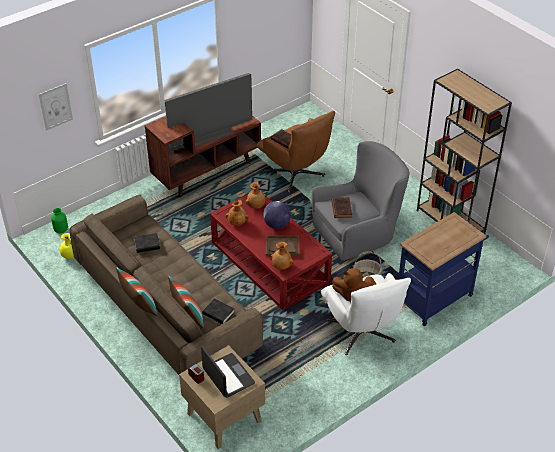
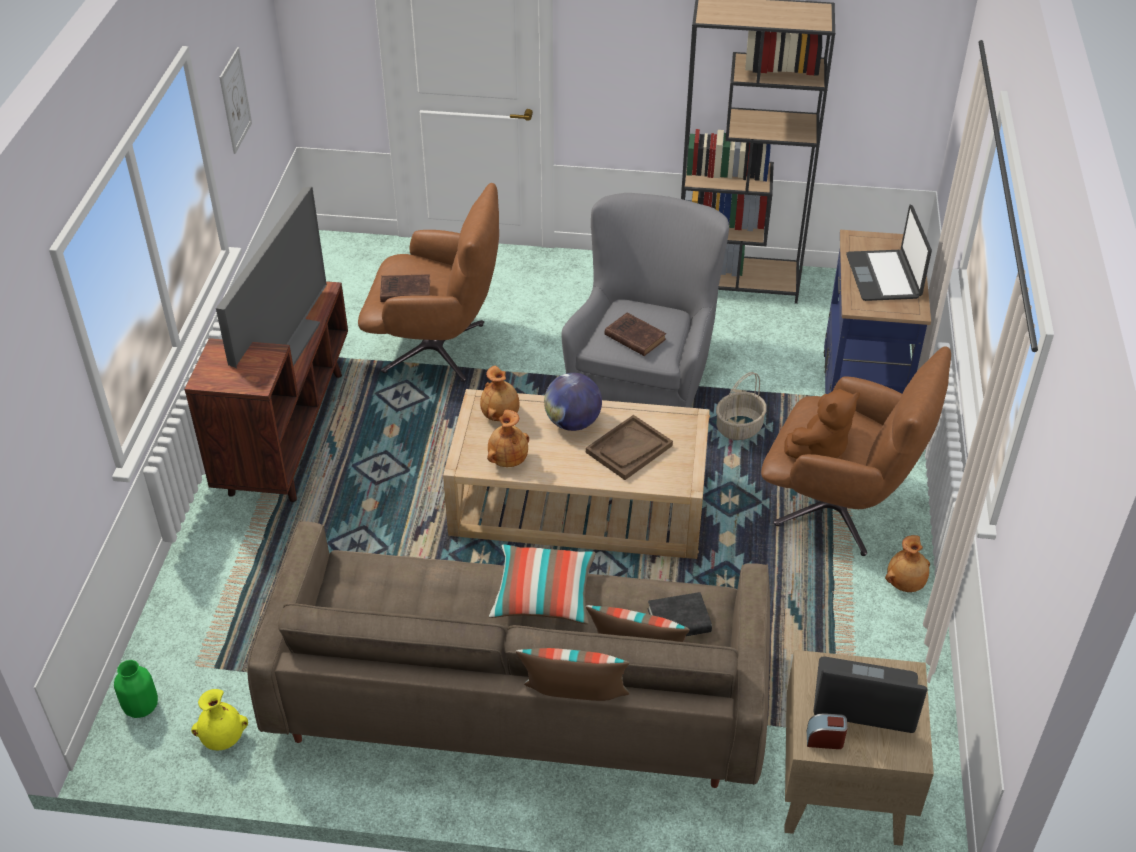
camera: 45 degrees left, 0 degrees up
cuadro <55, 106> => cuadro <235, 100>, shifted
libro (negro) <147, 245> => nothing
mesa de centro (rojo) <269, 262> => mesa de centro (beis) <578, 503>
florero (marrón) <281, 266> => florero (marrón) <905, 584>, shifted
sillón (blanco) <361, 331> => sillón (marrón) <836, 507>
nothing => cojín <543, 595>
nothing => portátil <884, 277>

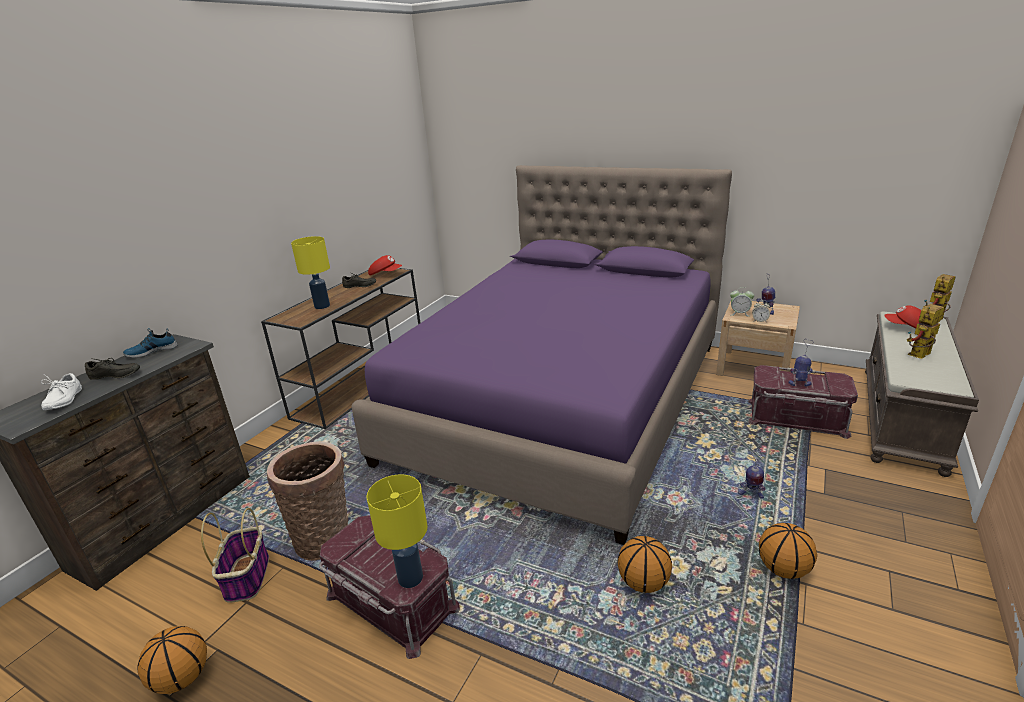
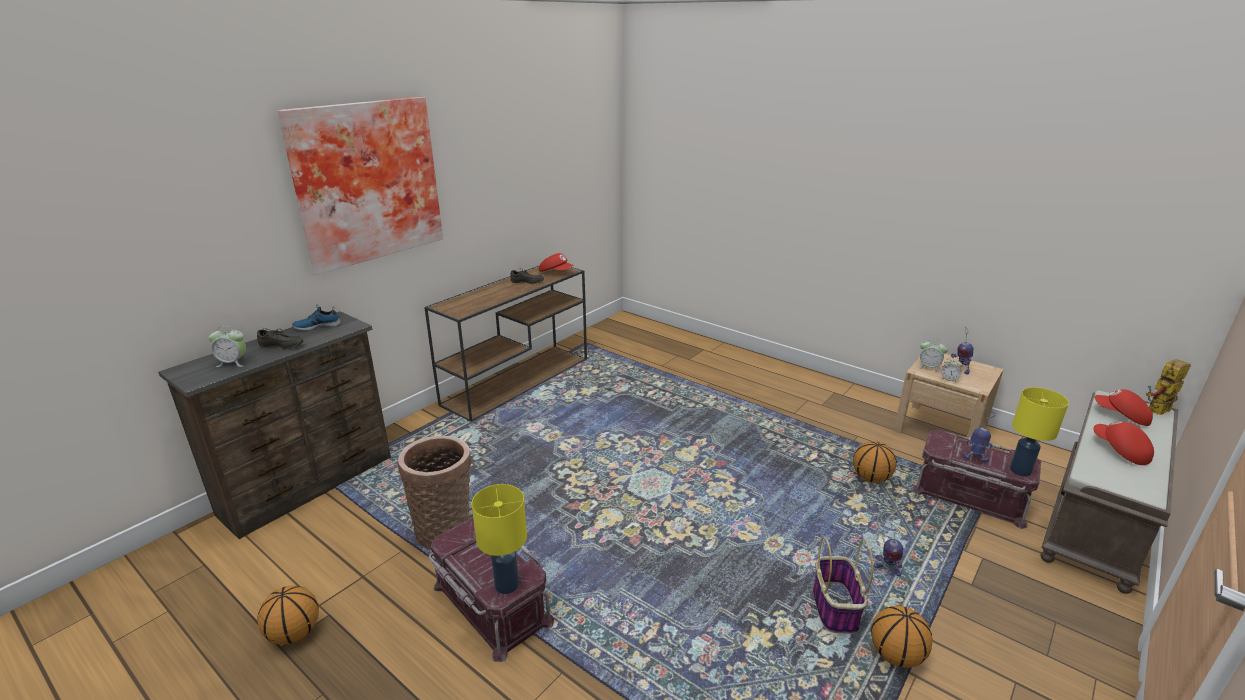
camera: 10 degrees right, 0 degrees up
zapato (blanco) <62, 400> => despertador <233, 363>
cesta <247, 576> => cesta <834, 607>, shifted
lámpara de mesa (amarillo) <322, 306> => lámpara de mesa (amarillo) <1019, 470>, shifted
cama (morado) <563, 400> => nothing
balón de baloncesto <644, 582> => balón de baloncesto <871, 478>, shifted
robot de juguete <919, 356> => gorra (rojo) <1119, 451>
nothing => cuadro <366, 181>

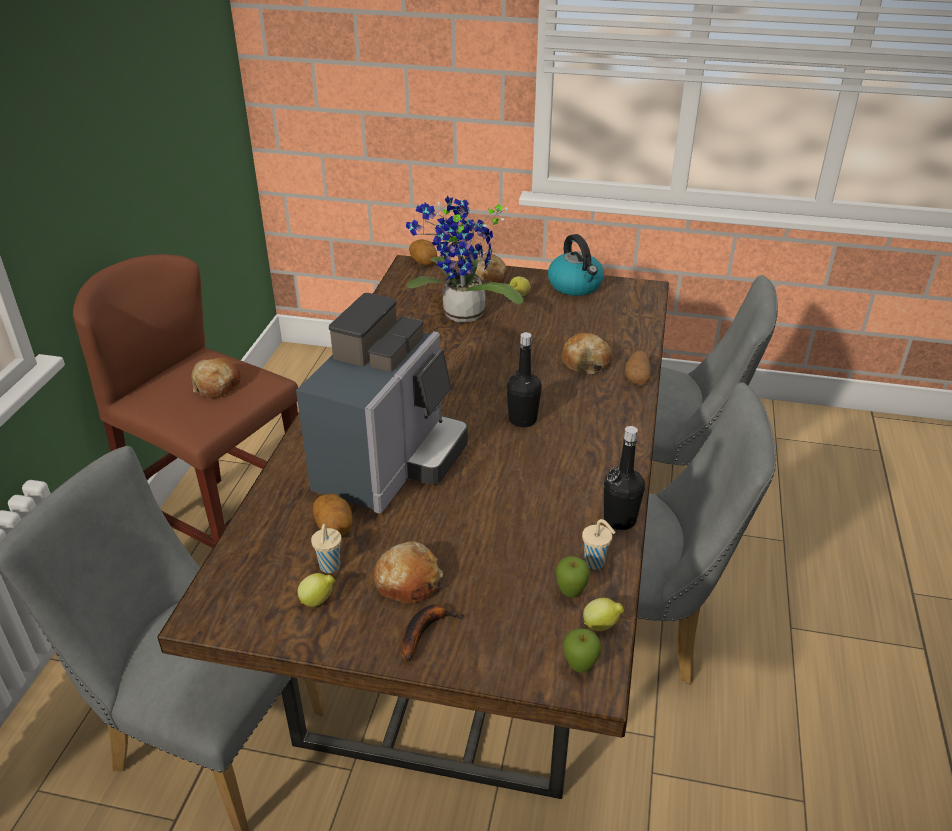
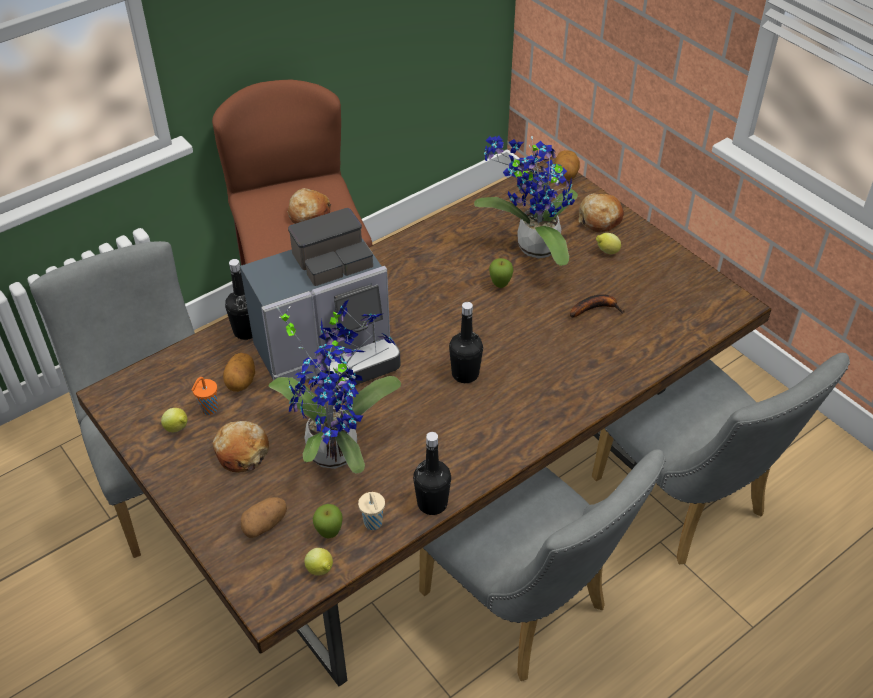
camera: 40 degrees right, 10 degrees up
taza (beis) <329, 567> => taza (naranja) <208, 409>
plátano <425, 631> => plátano <595, 308>, shifted
hervidor <575, 286> => nothing
pan <585, 362> => nothing
manzana <580, 668> => manzana <500, 285>, shifted
patata <637, 378> => patata <265, 524>, shifted
nothing => botella (negro) <246, 331>
nothing => planta en maceta <337, 447>

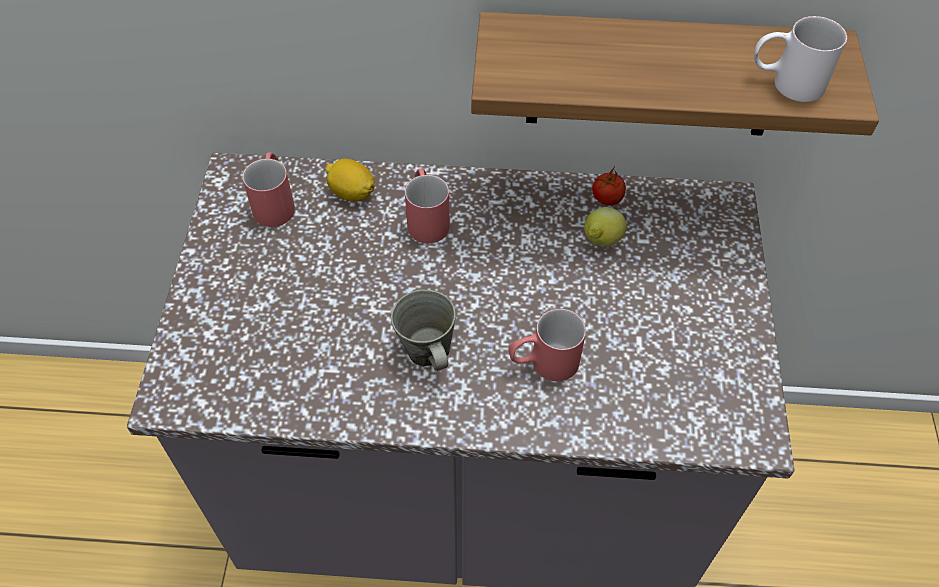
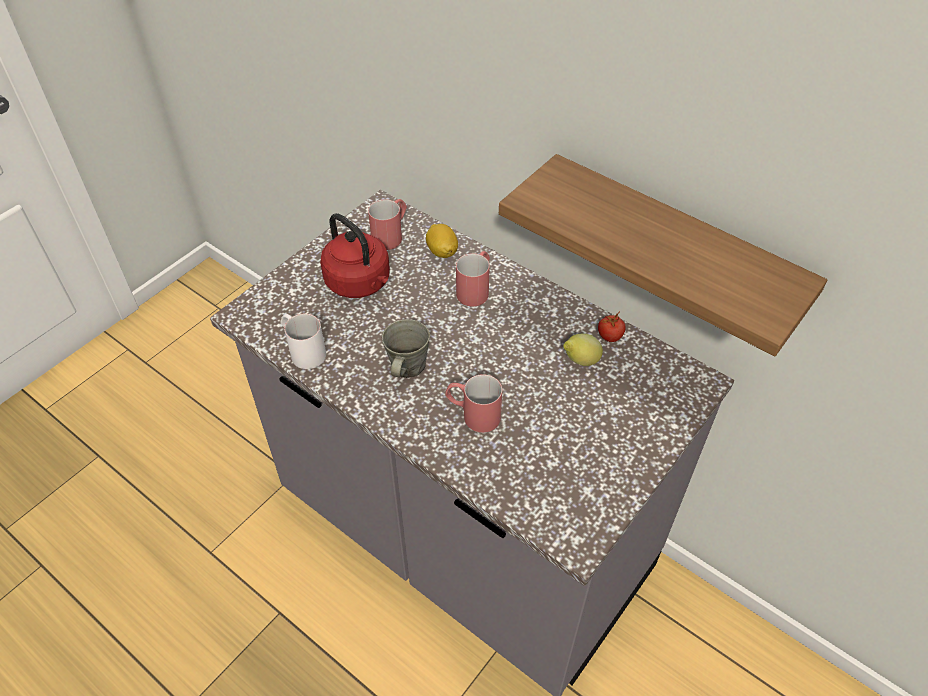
camera: 35 degrees right, 5 degrees down
taza grande (blanco) <785, 83> => taza grande (blanco) <303, 350>, shifted
nothing => hervidor (rojo) <360, 283>

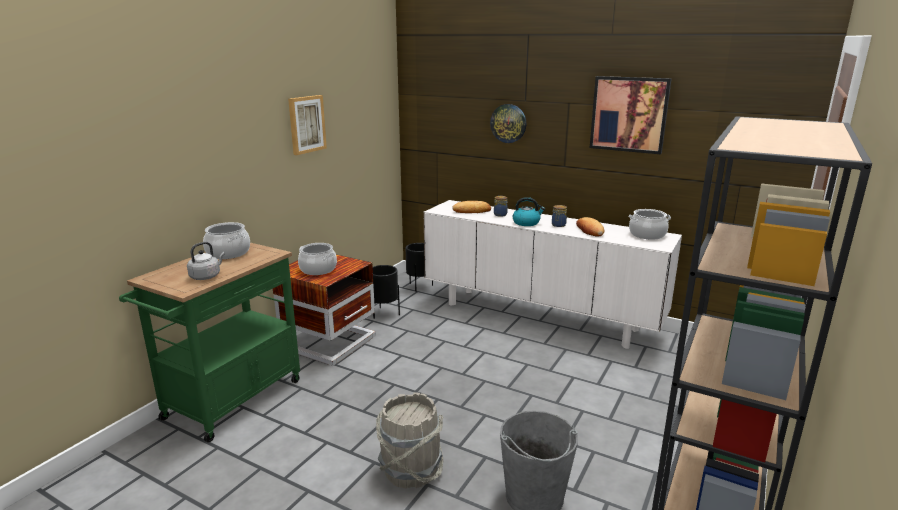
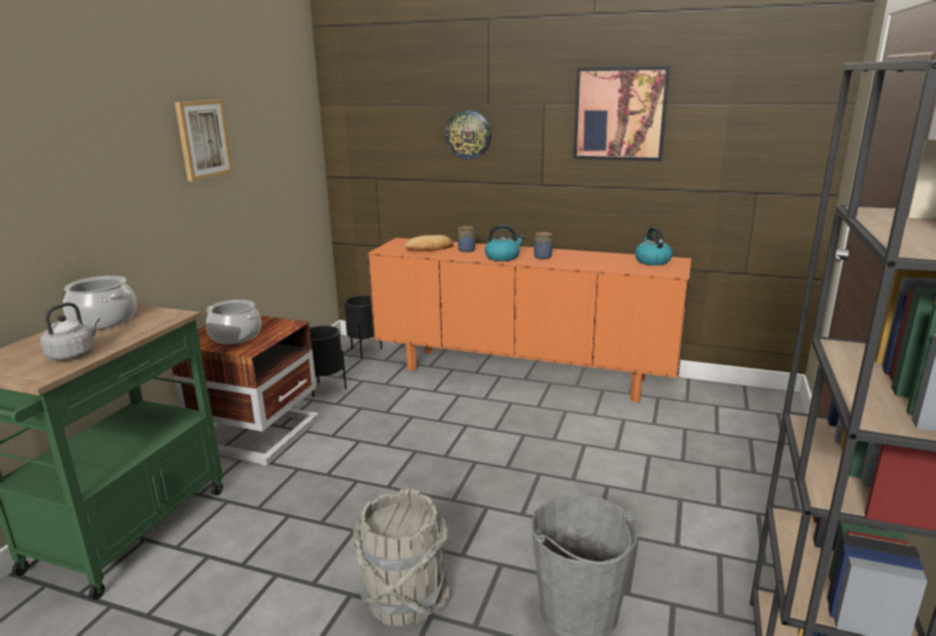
camera: 10 degrees left, 0 degrees up
armario (blanco) <539, 316> => armario (naranja) <523, 374>
pan <589, 230> => nothing
olla <647, 235> => hervidor <652, 261>

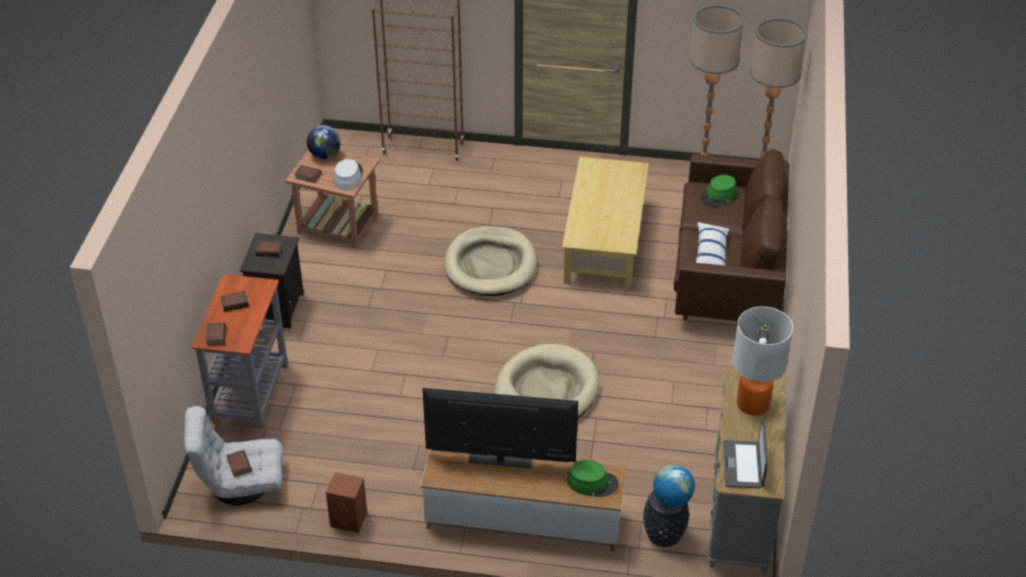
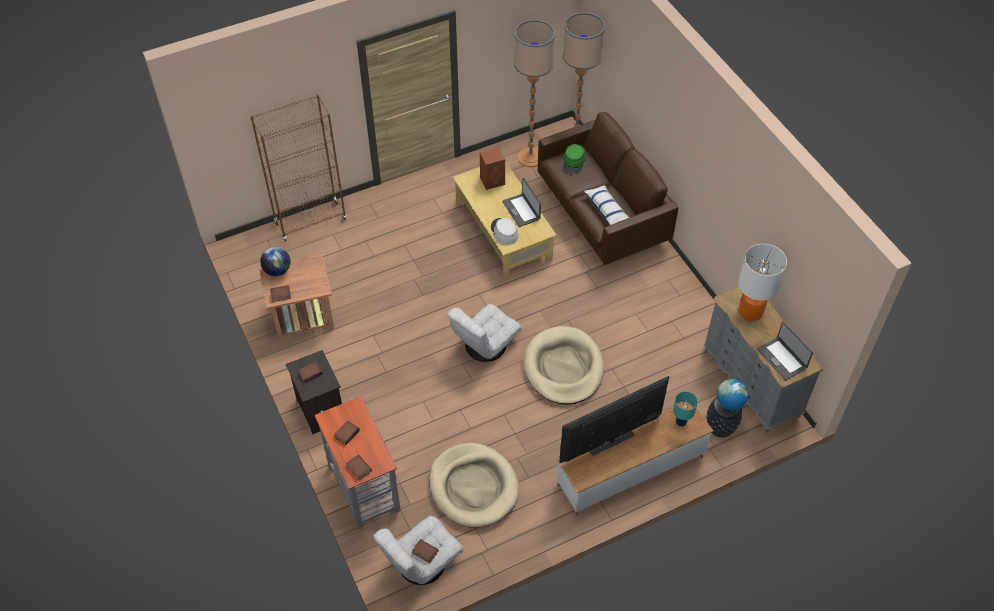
camera: 35 degrees left, 10 degrees up
altavoz (marrón) <349, 519> => altavoz (marrón) <493, 181>, shifted
sombrero (gris) <348, 176> => sombrero (gris) <504, 232>, shifted
cama para perro (beis) <490, 265> => cama para perro (beis) <473, 487>, shifted
sombrero (verde) <592, 482> => lámpara de mesa (turquesa) <680, 422>
nothing => sillón (gris) <485, 344>
nothing => portátil <521, 210>

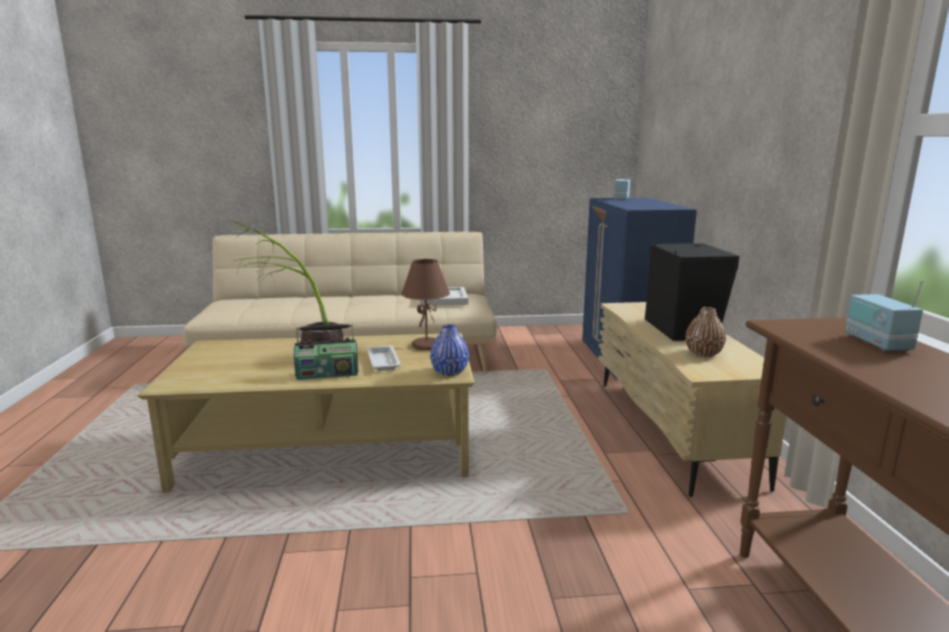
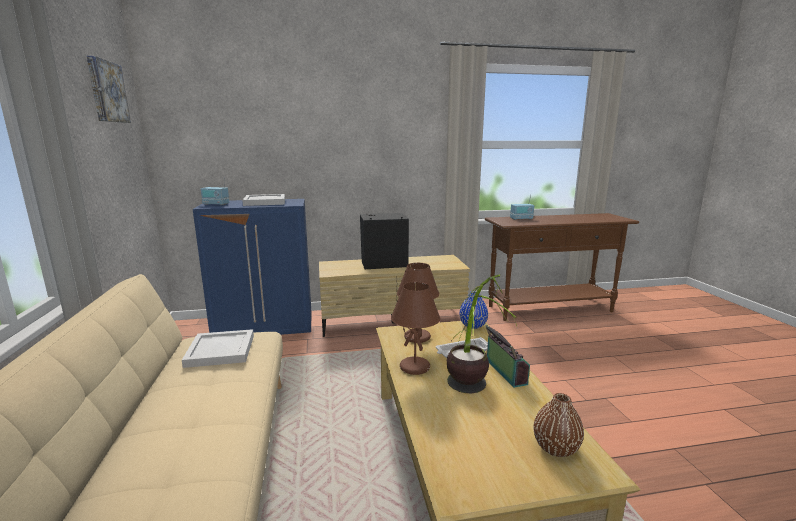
camera: 95 degrees left, 0 degrees up
florero (marrón) <703, 353> => florero (marrón) <556, 448>, shifted
nothing => cuadro <106, 91>
nothing => bandeja (blanco) <264, 202>
nothing => lámpara de mesa (marrón) <415, 367>

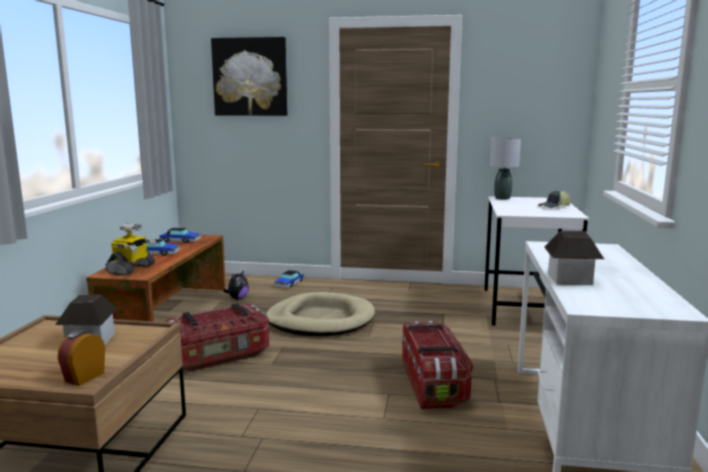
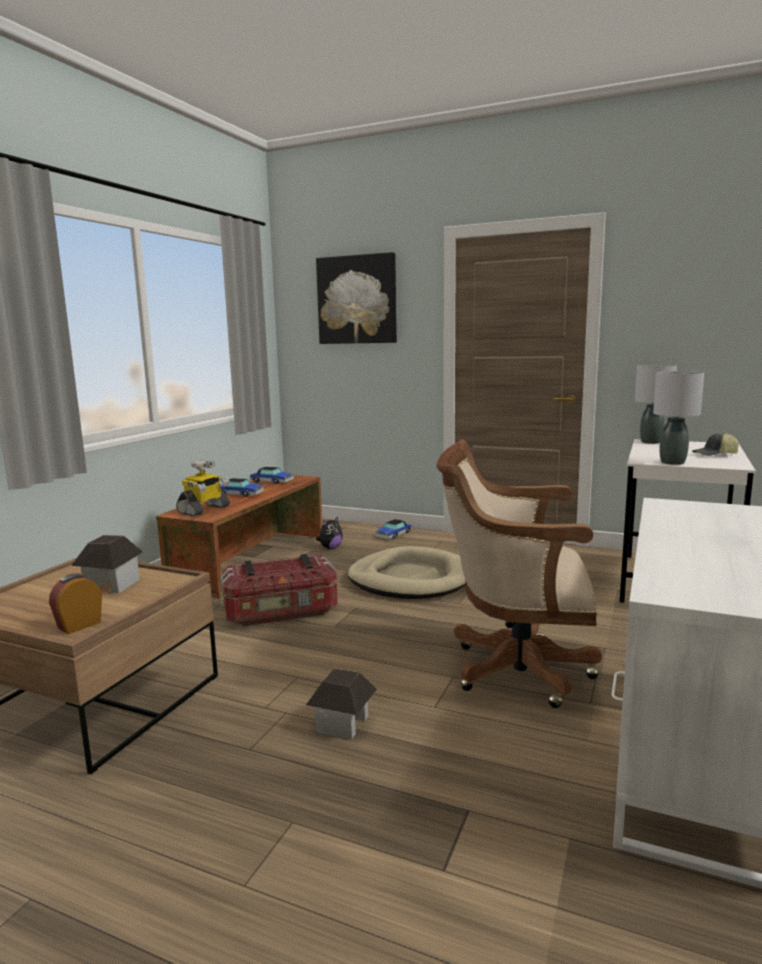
camera: 15 degrees right, 0 degrees up
caja de almacenaje <433, 384> => silla de oficina <513, 670>
casita <570, 279> => casita <343, 724>, shifted
nothing => lámpara de mesa (gris) <673, 462>

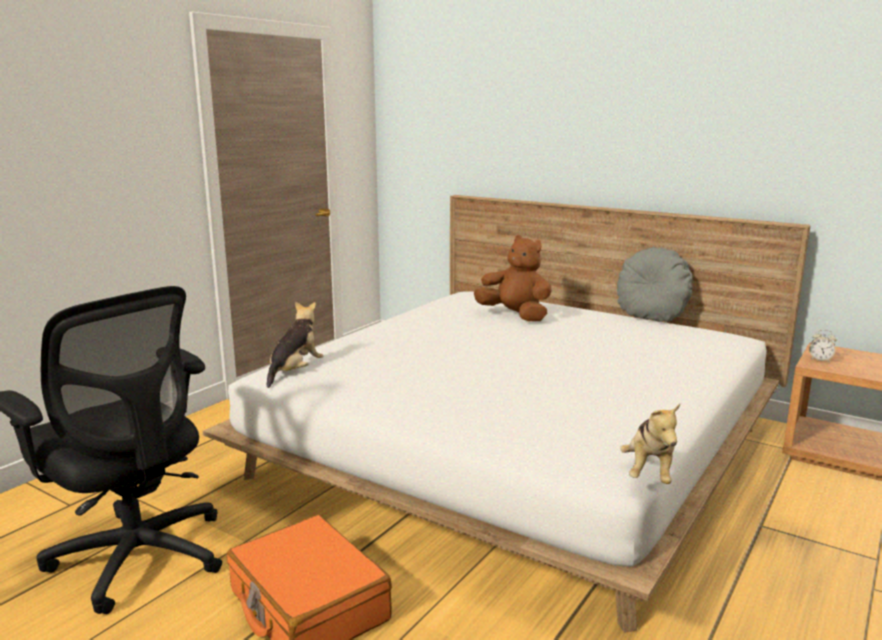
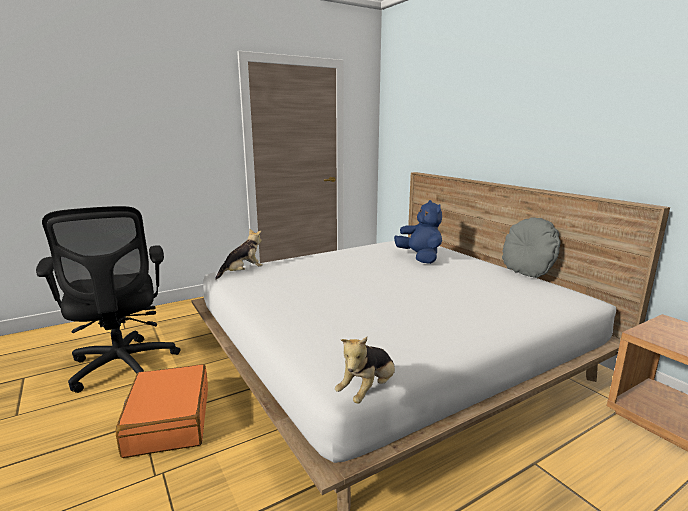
camera: 25 degrees right, 0 degrees up
peluche (marrón) <515, 316> => peluche (azul) <420, 258>
despertador <820, 360> => nothing

